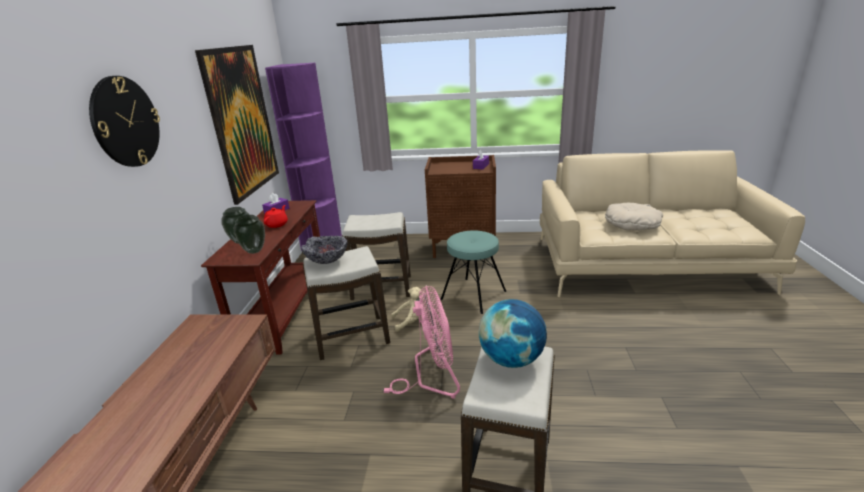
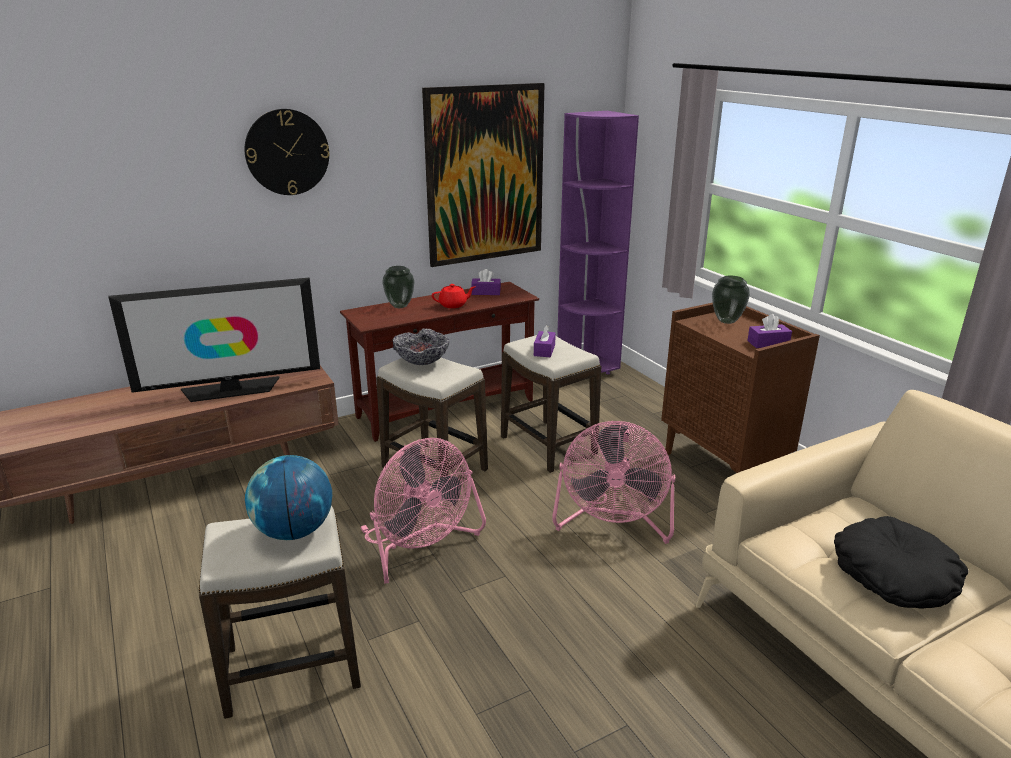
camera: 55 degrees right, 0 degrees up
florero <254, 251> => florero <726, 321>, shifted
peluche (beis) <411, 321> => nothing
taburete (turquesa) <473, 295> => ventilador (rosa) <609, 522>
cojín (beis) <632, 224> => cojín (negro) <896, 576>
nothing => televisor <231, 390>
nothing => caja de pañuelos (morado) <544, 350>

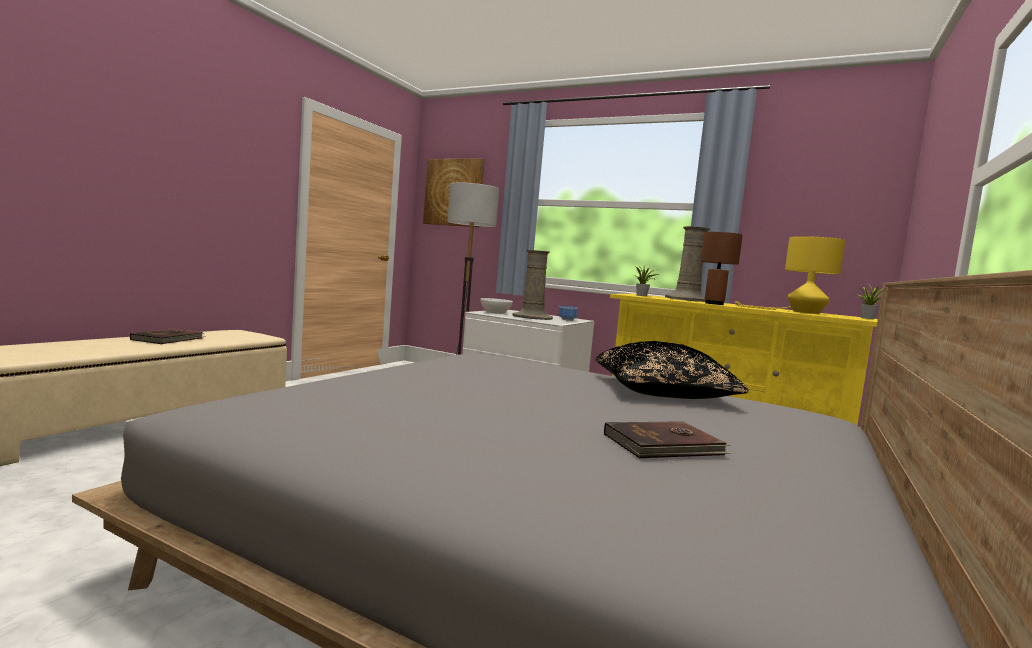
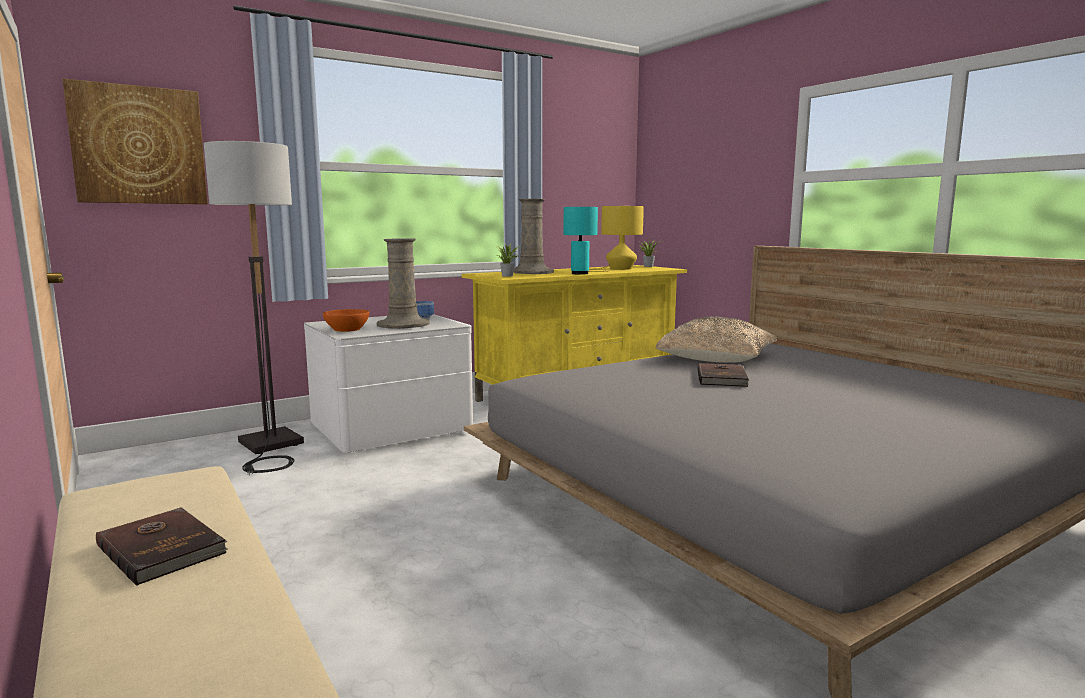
camera: 60 degrees left, 5 degrees up
cuenco (blanco) <495, 312> => cuenco (naranja) <347, 329>
cojín (negro) <662, 391> => cojín (beis) <716, 357>
libro (marrón) <664, 445> => libro (marrón) <723, 378>, shifted
lámpara de mesa (marrón) <713, 304> => lámpara de mesa (turquesa) <579, 273>

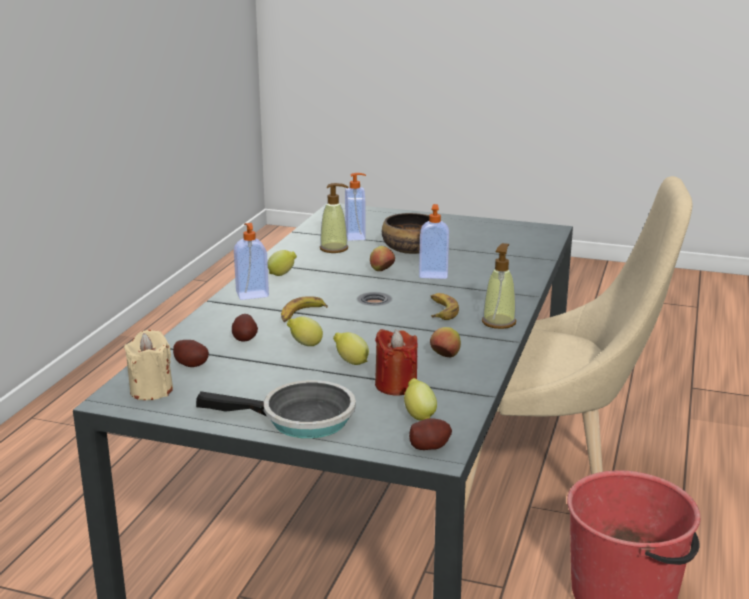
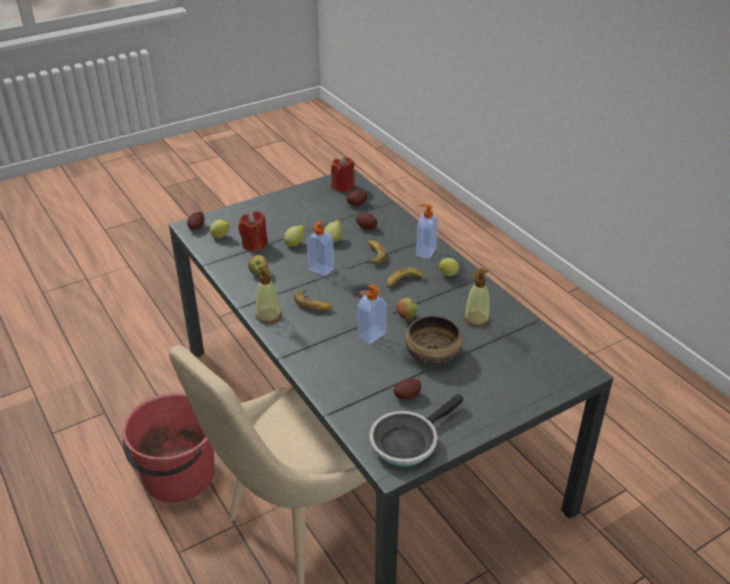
camera: 130 degrees right, 15 degrees up
vela (beis) <151, 390> => vela (rojo) <343, 186>
sartén <300, 419> => sartén <407, 442>, shifted
dispensador de jabón <356, 236> => dispensador de jabón <320, 269>, shifted
nothing => plátano <404, 281>
nothing => patata <407, 396>

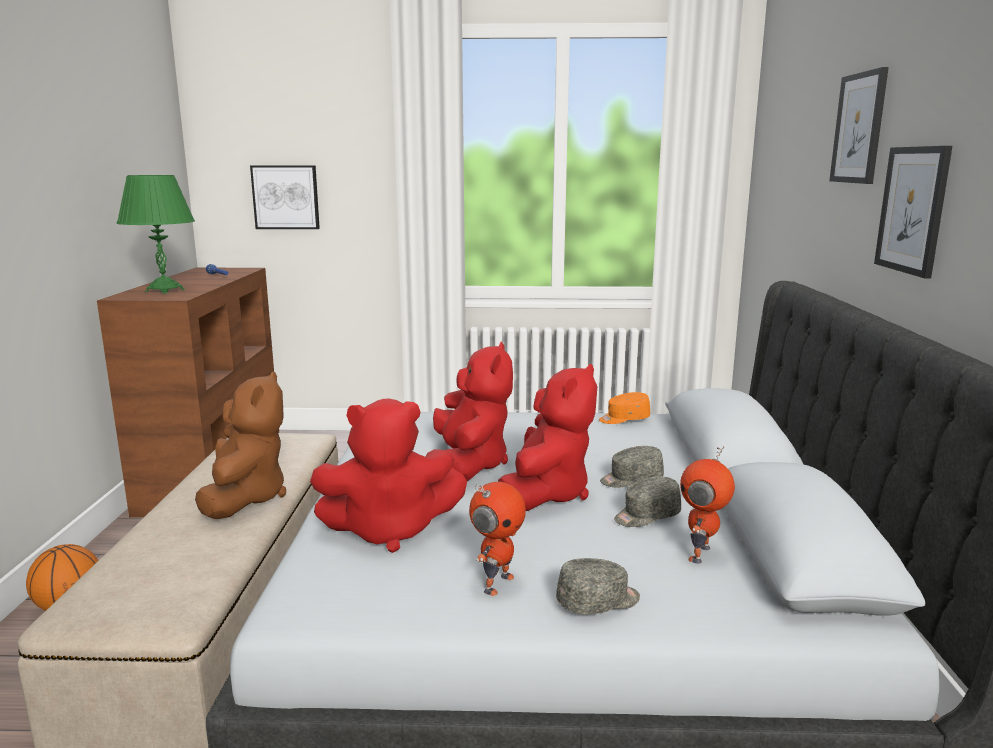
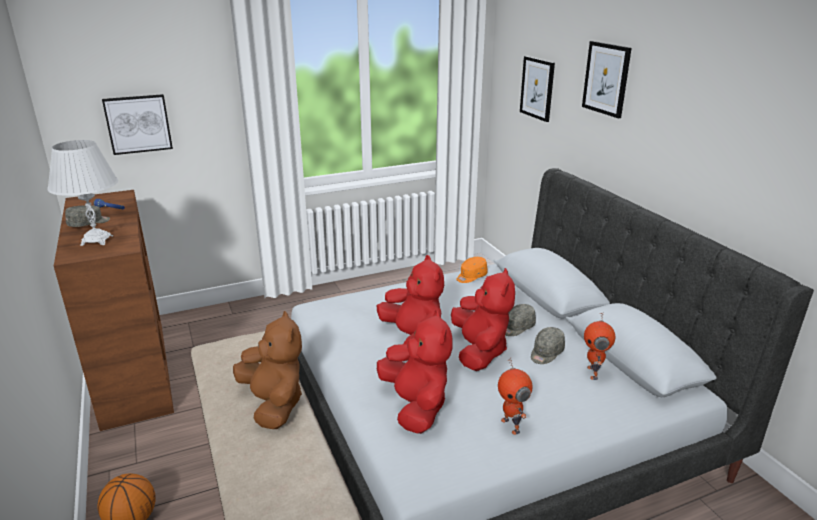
camera: 25 degrees left, 10 degrees up
lámpara de mesa (verde) <165, 291> => lámpara de mesa (blanco) <97, 240>
peluche (rojo) <389, 531> => peluche (rojo) <416, 406>, 75 degrees counterclockwise
robot de juguete <497, 583> => robot de juguete <511, 425>, 150 degrees clockwise
gorra (gris) <599, 602> => gorra (gris) <89, 223>, shifted
cuadro <912, 210> => cuadro <537, 88>, shifted

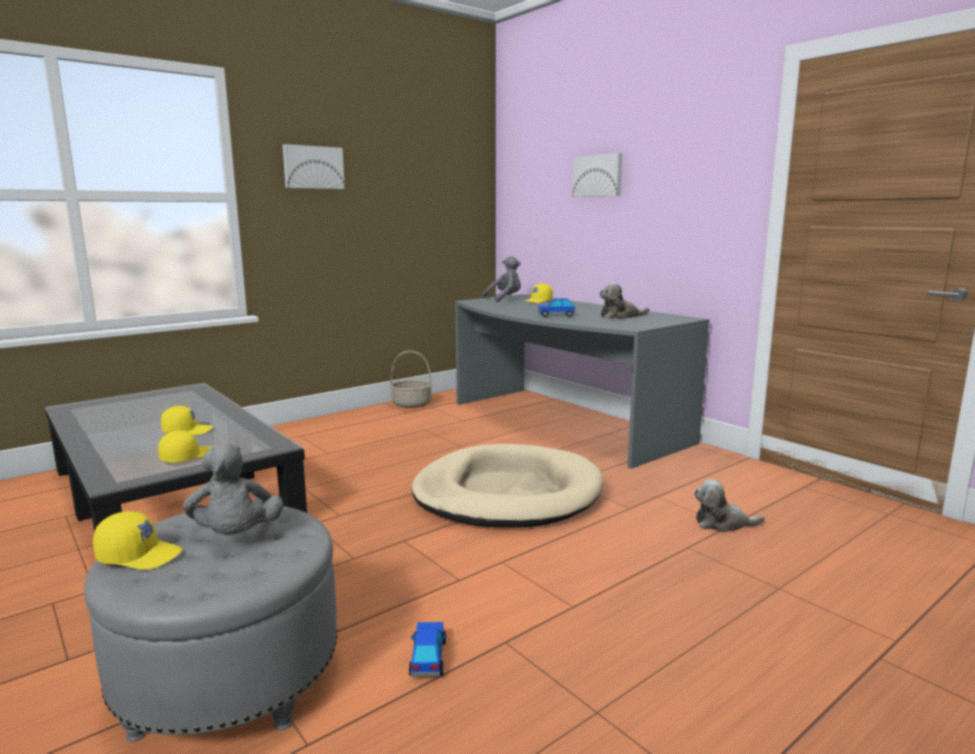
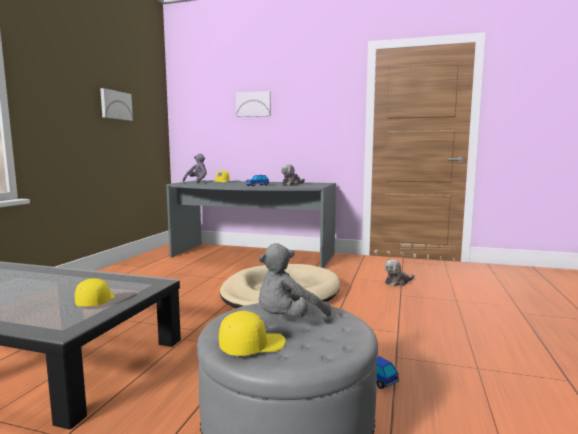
camera: 35 degrees left, 5 degrees down
gorra (amarillo) <188, 431> => nothing
peluche (gris) <236, 536> => peluche (gris) <288, 319>, 105 degrees clockwise
cuadro <313, 167> => cuadro <115, 105>, shifted
cesta <412, 404> => nothing

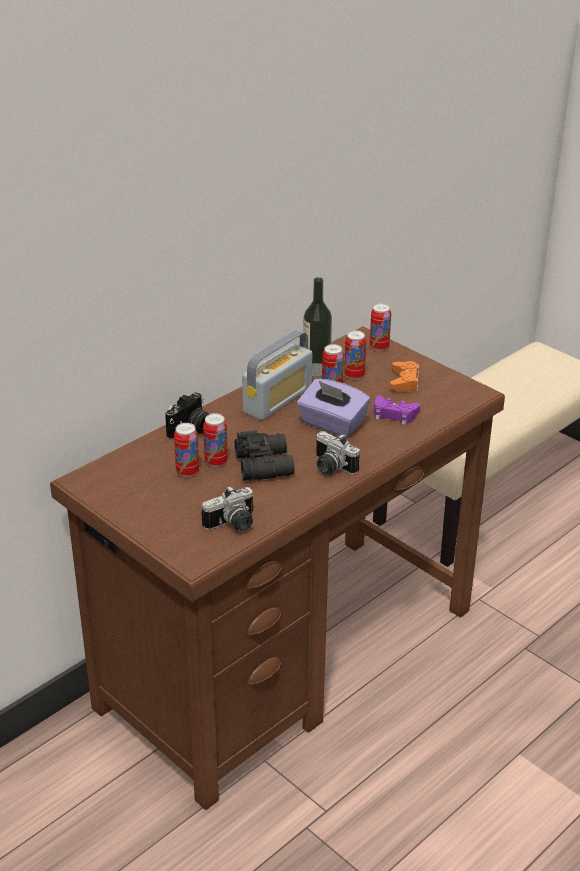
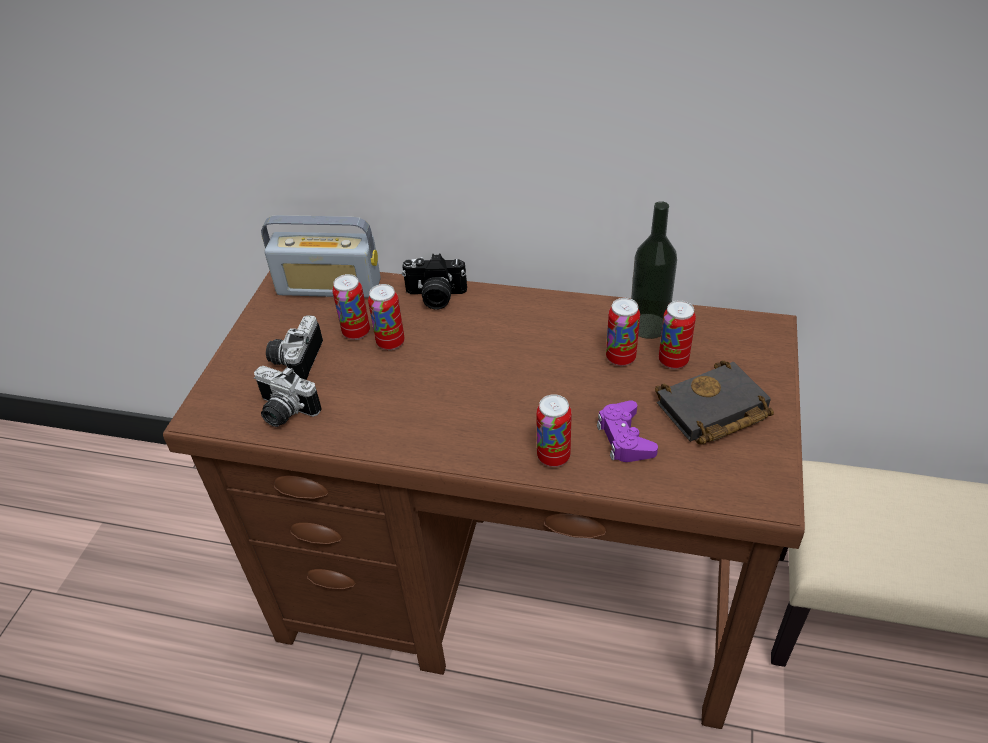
camera: 60 degrees right, 10 degrees up
prismáticos (negro) <265, 464> => nothing
radio <277, 400> => radio <329, 287>, shifted
caja de pañuelos (morado) <332, 424> => nothing
cámara <330, 467> => cámara <295, 360>, shifted
lata <379, 347> => lata <553, 457>, shifted
mando de consola (naranja) <404, 381> => libro (negro) <712, 411>

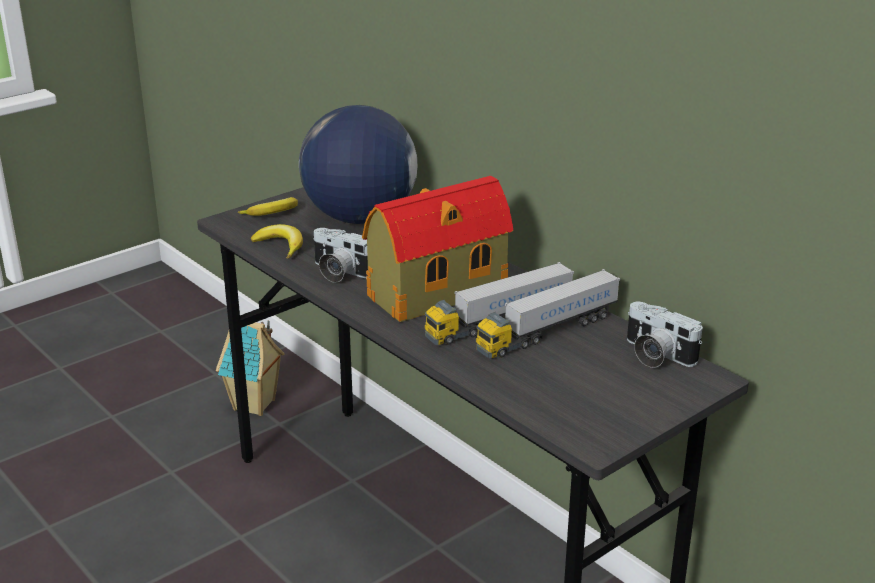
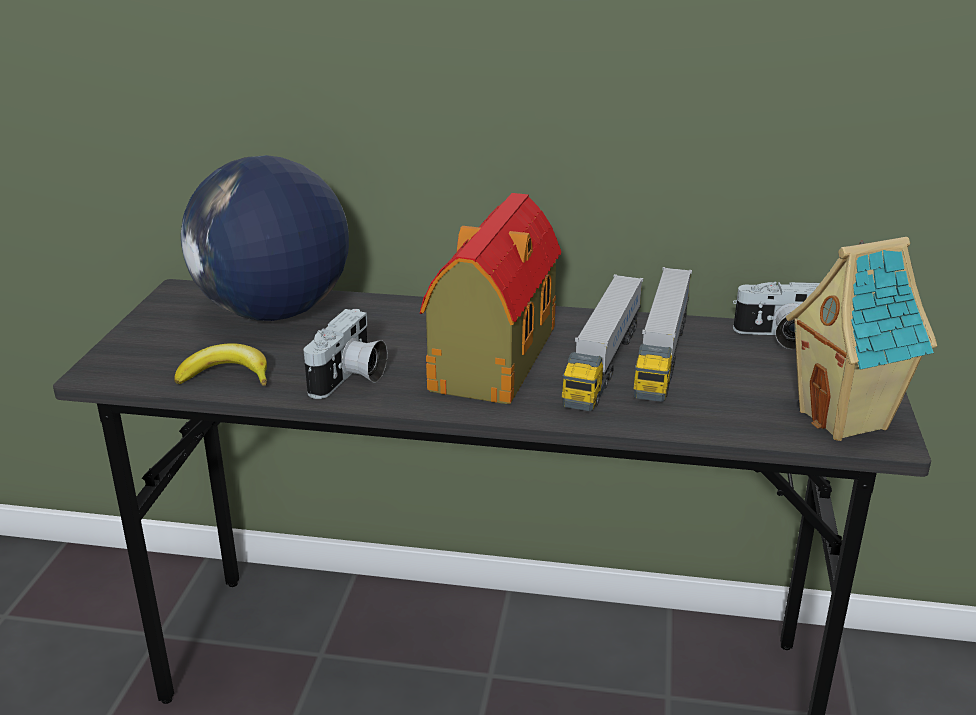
camera: 40 degrees left, 0 degrees up
casita <255, 405> => casita <846, 420>, shifted
plátano <272, 214> => nothing
cámara <339, 272> => cámara <350, 378>, 60 degrees counterclockwise

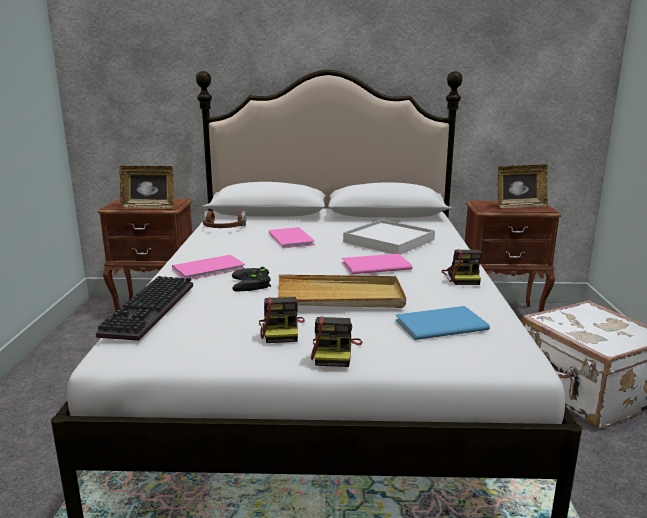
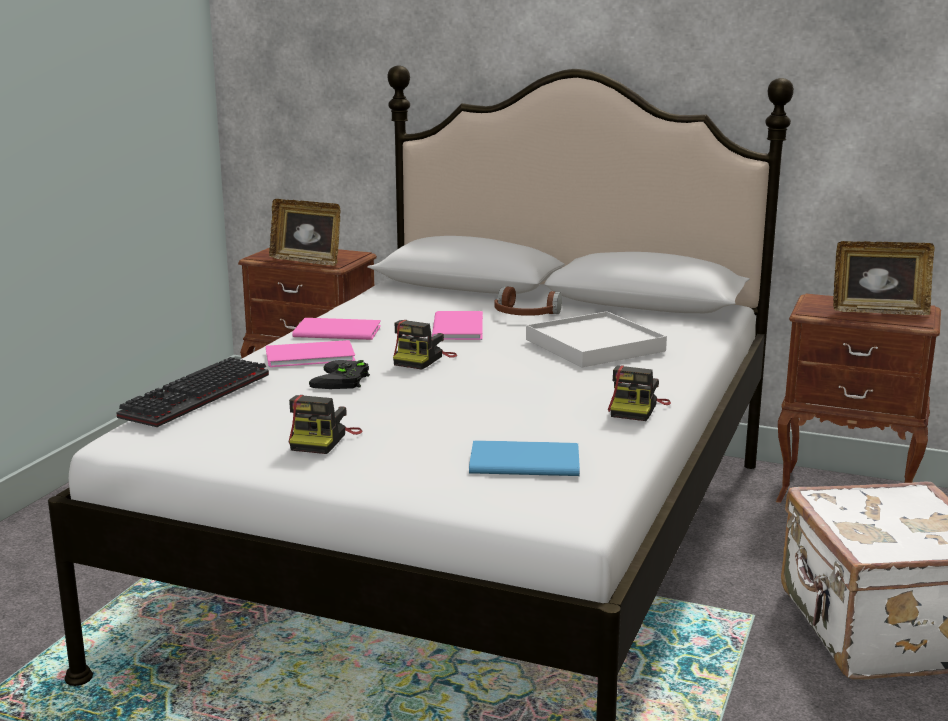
camera: 20 degrees right, 0 degrees up
auriculares (marrón) <223, 228> => auriculares (marrón) <524, 315>, shifted
bandeja (beis) <340, 297> => nothing
cámara <335, 352> => cámara <423, 359>, shifted
libro (rosa) <373, 265> => libro (rosa) <335, 330>, shifted

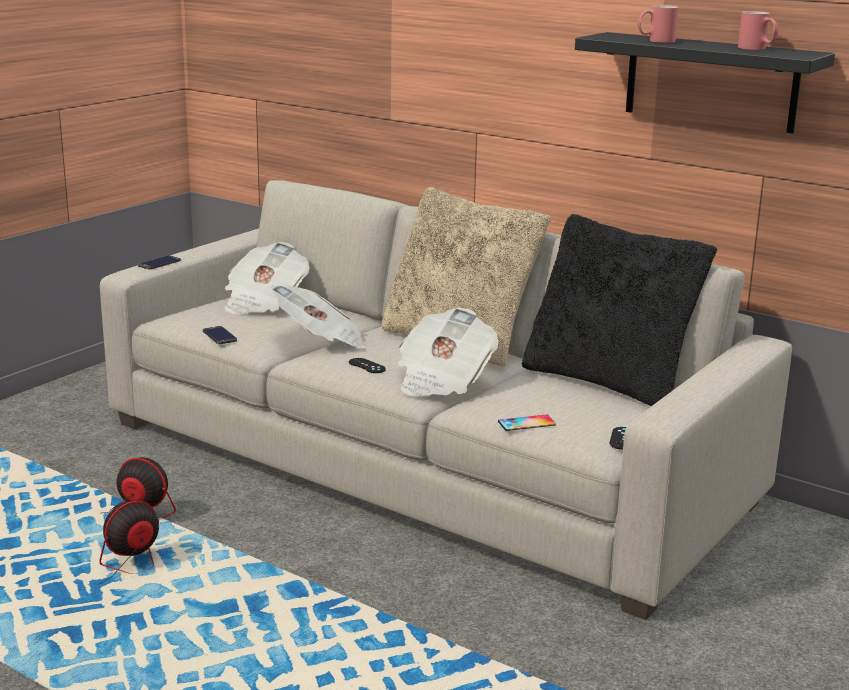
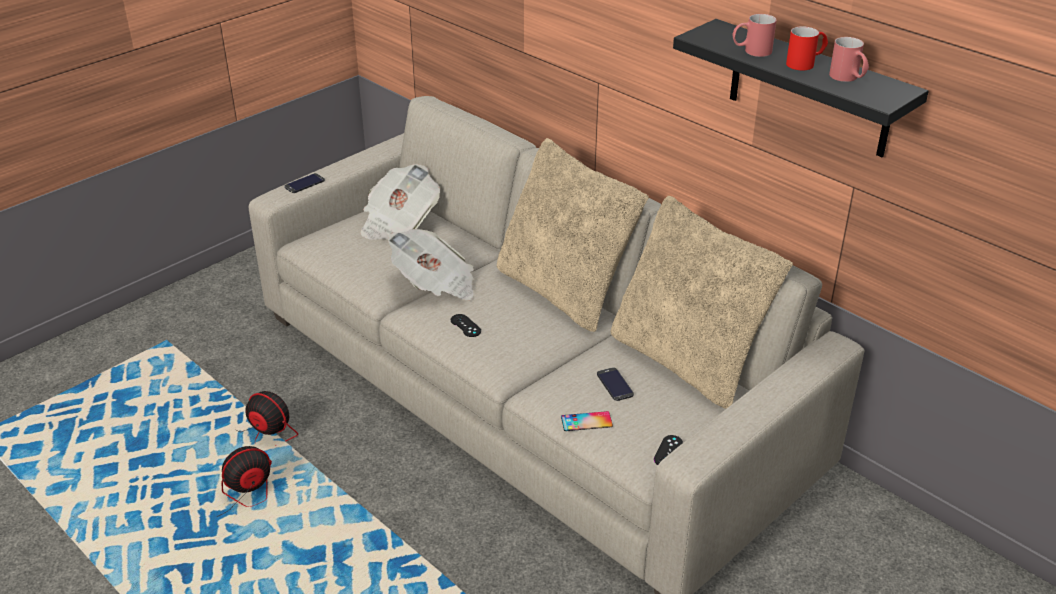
camera: 10 degrees right, 15 degrees up
móvil <219, 335> => móvil <615, 384>, shifted
periódico <442, 380> => nothing
cojín (negro) <609, 378> => cojín (beis) <688, 357>
nothing => taza grande (rojo) <806, 63>

